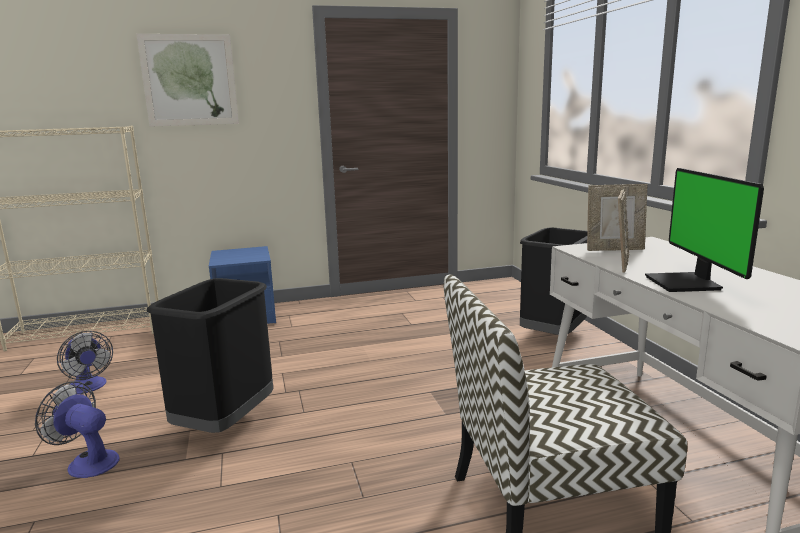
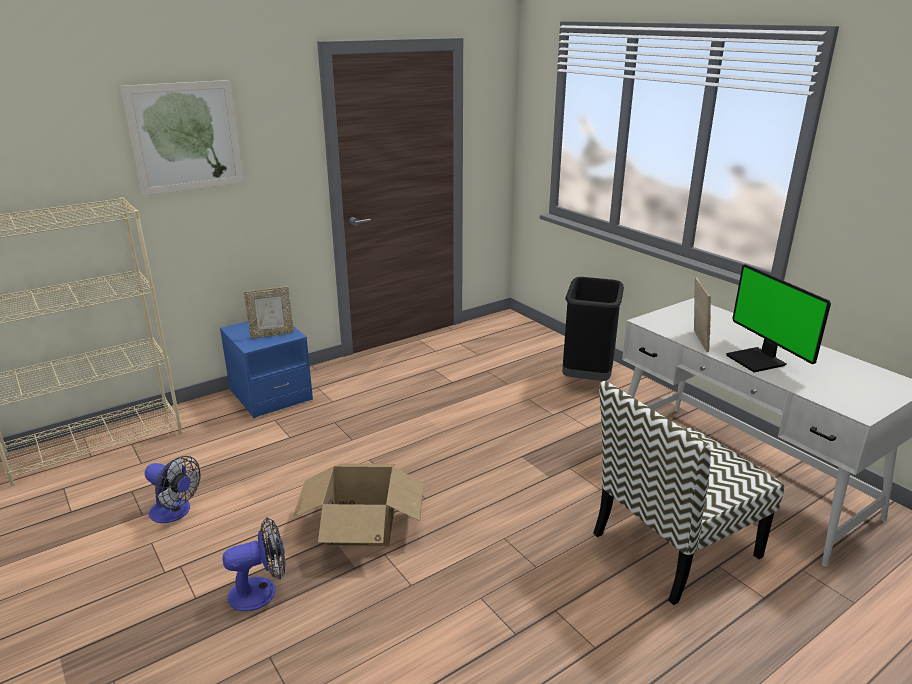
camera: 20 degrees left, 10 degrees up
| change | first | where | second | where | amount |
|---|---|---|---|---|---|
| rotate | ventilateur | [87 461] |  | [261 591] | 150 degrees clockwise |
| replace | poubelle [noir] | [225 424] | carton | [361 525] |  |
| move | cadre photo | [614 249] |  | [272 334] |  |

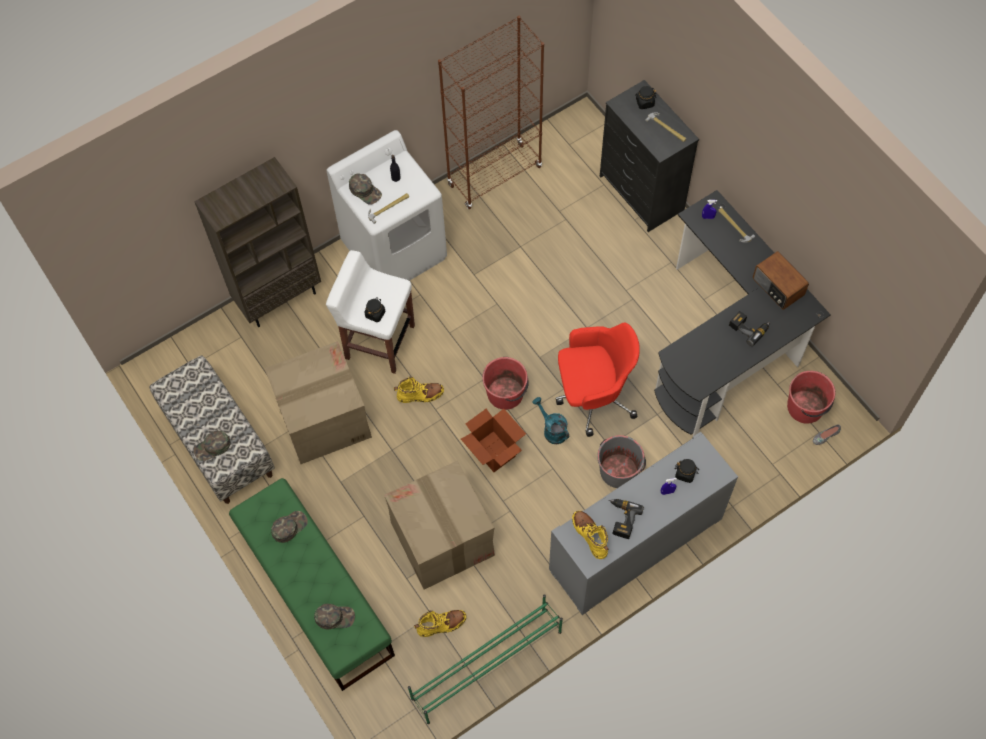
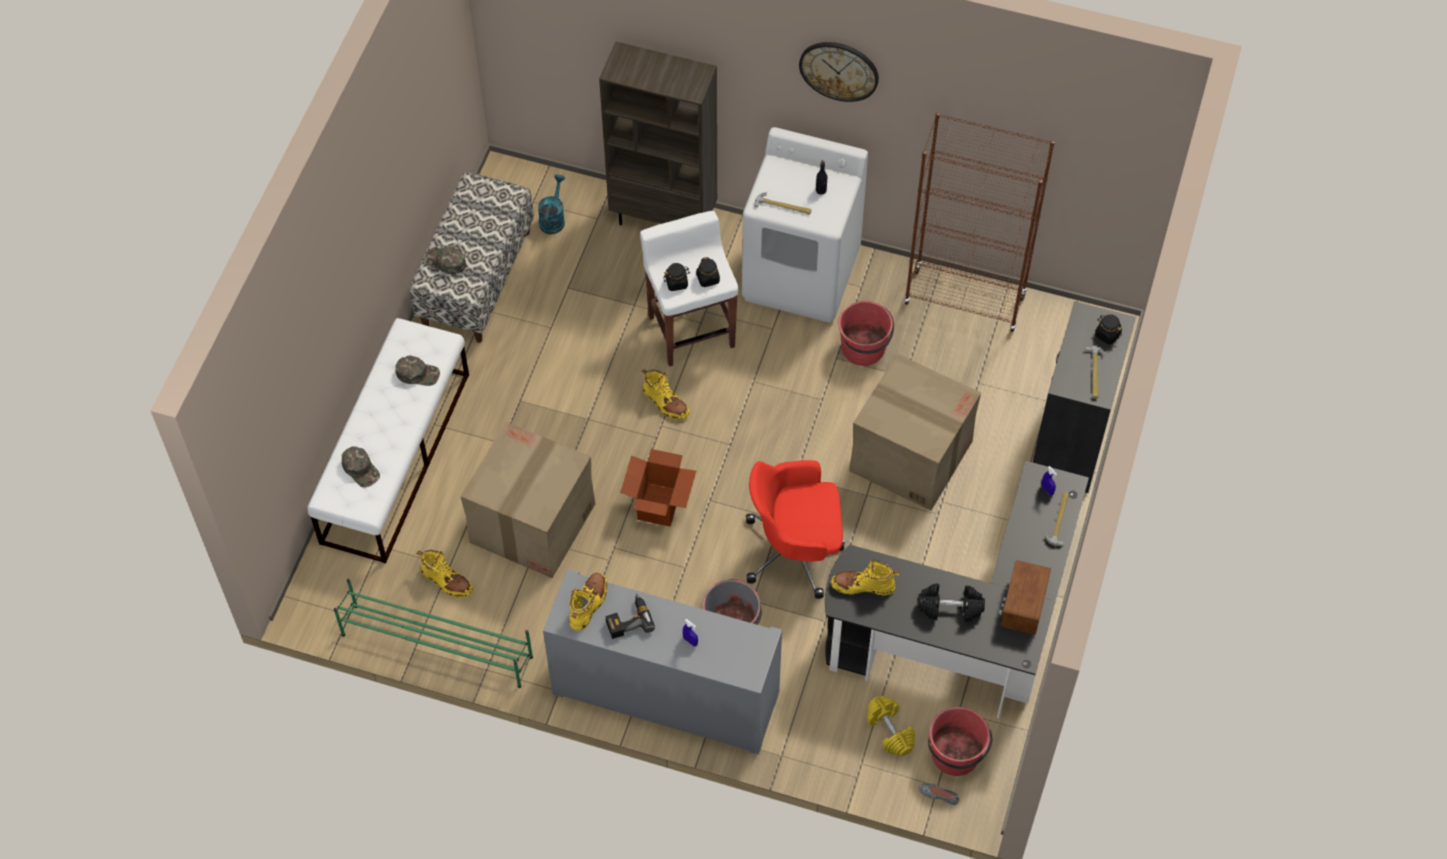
camera: 50 degrees right, 5 degrees down
| change | first | where | second | where | amount |
|---|---|---|---|---|---|
| recolor | banc [vert] | [315 592] | banc [blanc] | [396 457] |  |
| move | carton | [323 419] |  | [910 455] |  |
| delete | casquette [vert] | [365 191] |  |  |  |
| move | seau [rouge] | [506 393] |  | [864 348] |  |
| move | arrosoir [turquoise] | [552 430] |  | [553 218] |  |
| rotate | chaise de bureau [rouge] | [593 395] |  | [795 550] | 135 degrees clockwise |
| move | bocal [noir] | [685 473] |  | [708 279] |  |
| replace | perceuse | [749 328] | haltère [noir] | [950 608] |  |
| insert |  |  | horloge murale | [839 70] |  |
| insert |  |  | botte [jaune] | [863 586] |  |
| insert |  |  | haltère [jaune] | [889 731] |  |

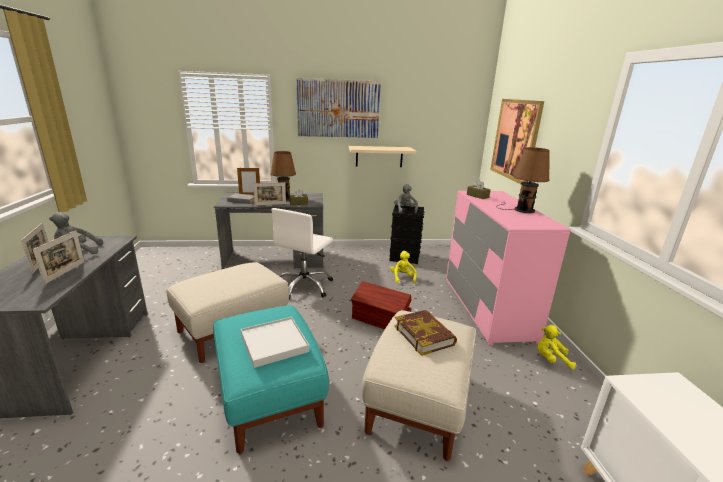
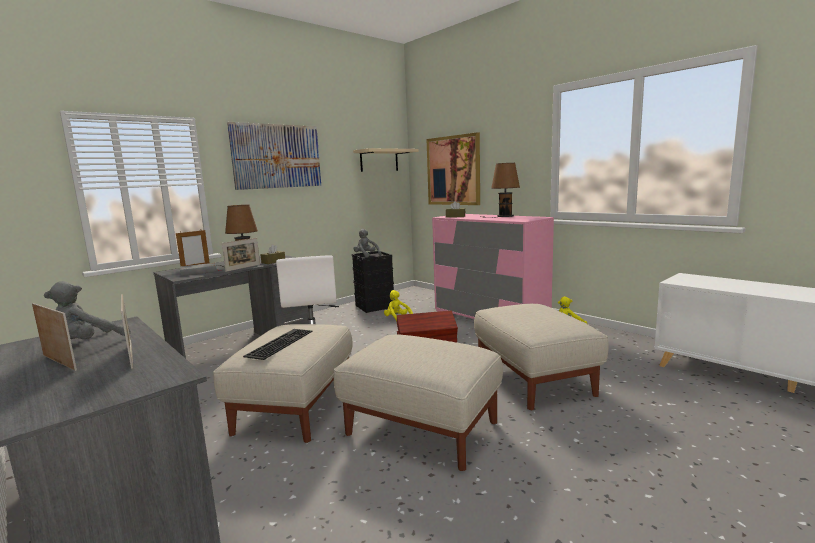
camera: 35 degrees left, 10 degrees down
| change | first | where | second | where | amount |
|---|---|---|---|---|---|
| recolor | pouf [turquoise] | [270 395] | pouf [beige] | [421 427] |  |
| delete | plateau [blanc] | [274 343] |  |  |  |
| move | étagère [beige] | [379 156] |  | [379 160] |  |
| delete | livre | [424 335] |  |  |  |
| insert |  |  | clavier | [279 343] |  |

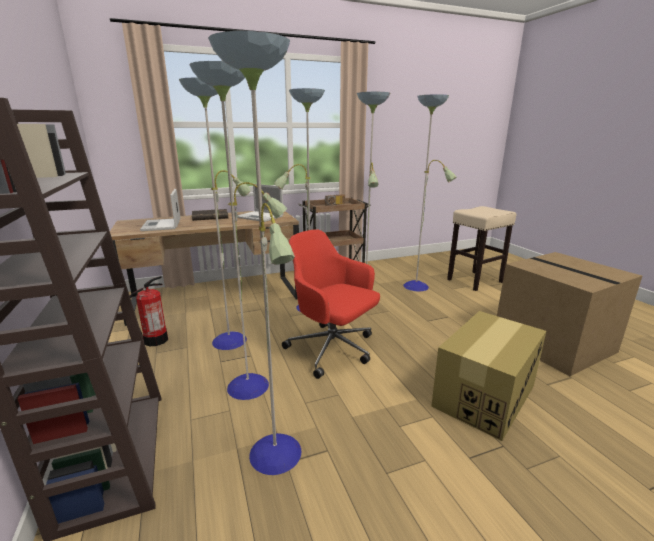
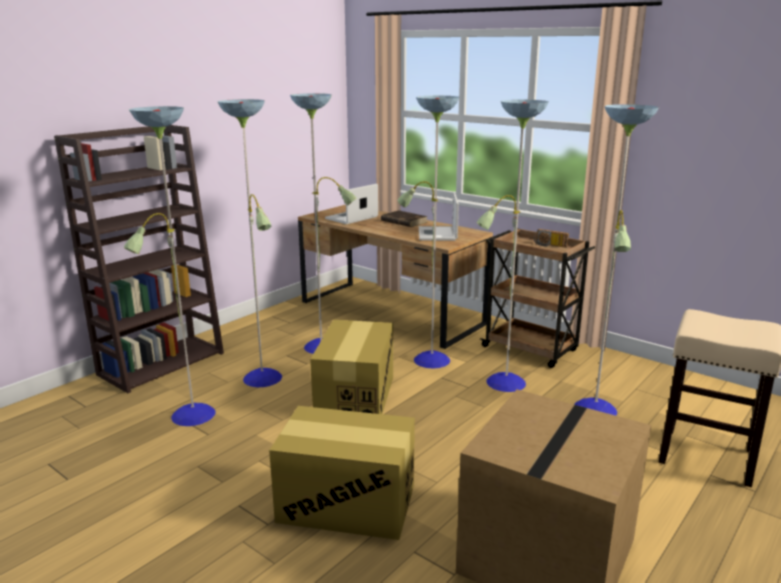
camera: 60 degrees right, 0 degrees up
| change | first | where | second | where | amount |
|---|---|---|---|---|---|
| delete | extincteur | [155 340] |  |  |  |
| replace | chaise de bureau [rouge] | [333 349] | carton | [355 396] |  |

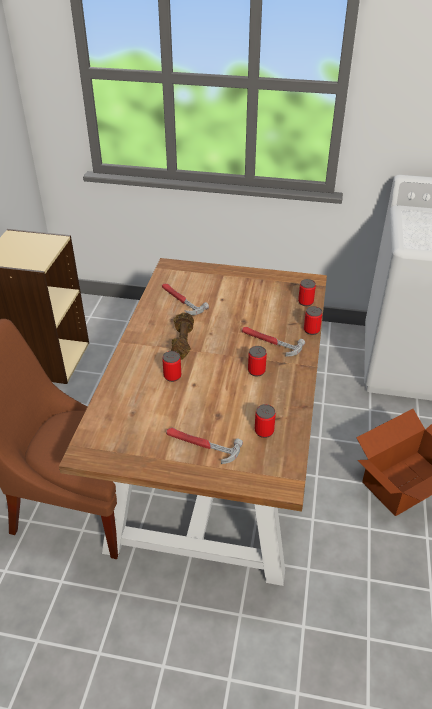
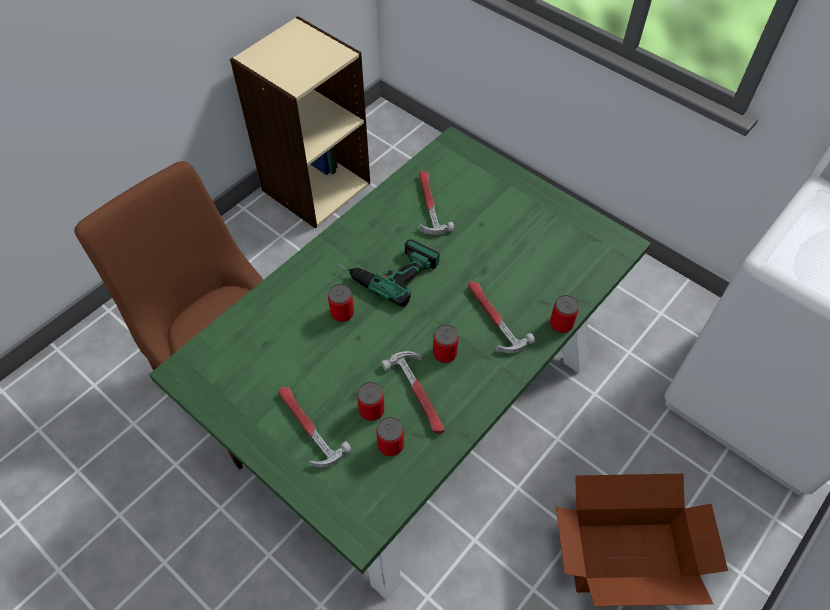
camera: 30 degrees right, 15 degrees up
| change | first | where | second | where | amount |
|---|---|---|---|---|---|
| recolor | table à manger [marron] | [217 461] | table à manger [vert] | [415 408] |  |
| replace | haltère [marron] | [182 342] | perceuse | [387 269] |  |
| move | boîte métallique | [305 302] |  | [371 410] |  |
| insert |  |  | marteau | [419 394] |  |

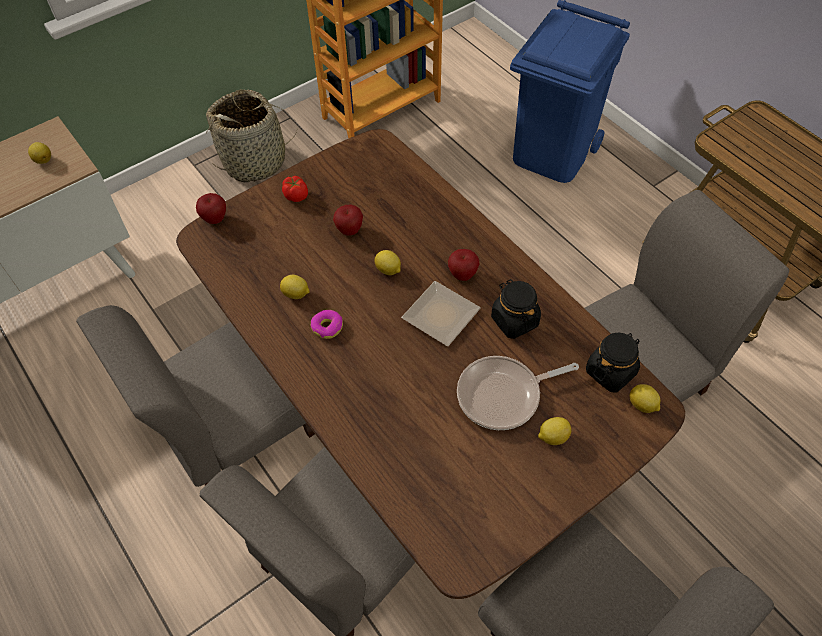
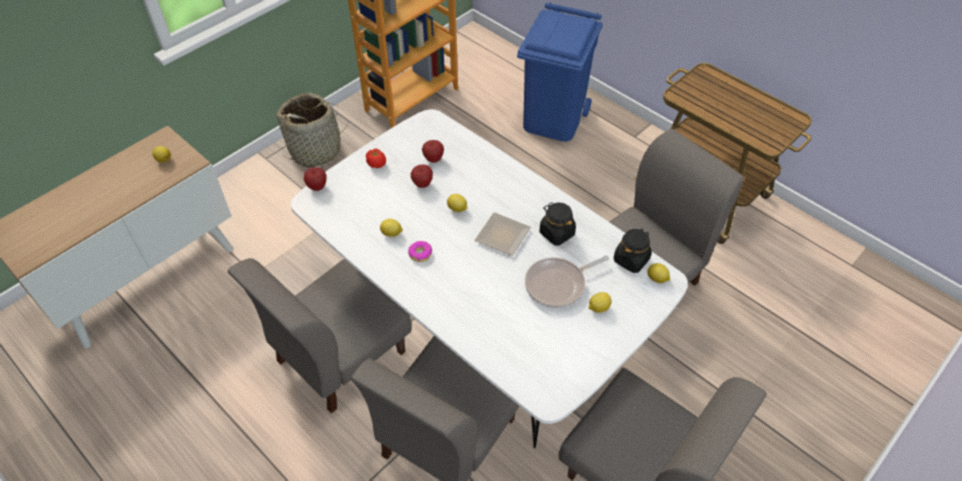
camera: 10 degrees left, 5 degrees down
| change | first | where | second | where | amount |
|---|---|---|---|---|---|
| recolor | table à manger [marron] | [414 423] | table à manger [blanc] | [482 334] |  |
| move | pomme | [462 275] |  | [433 159] |  |

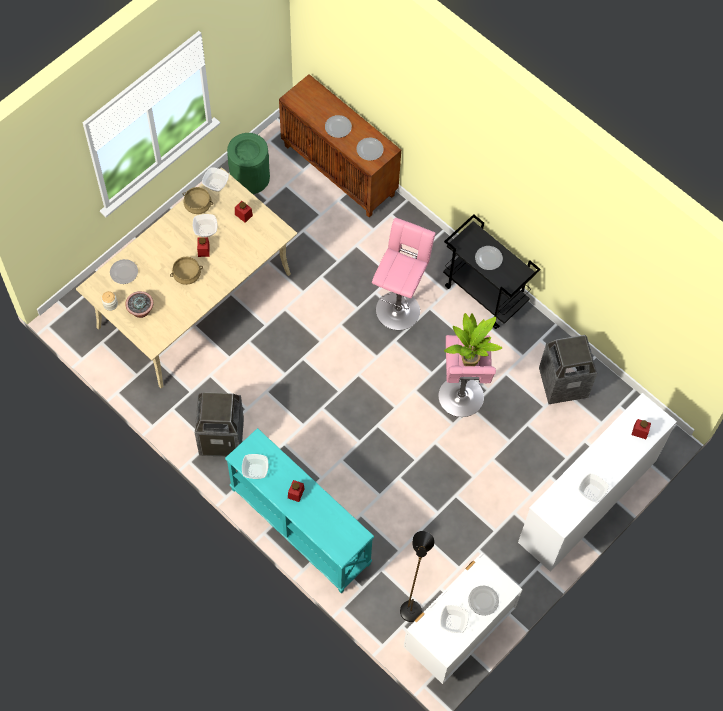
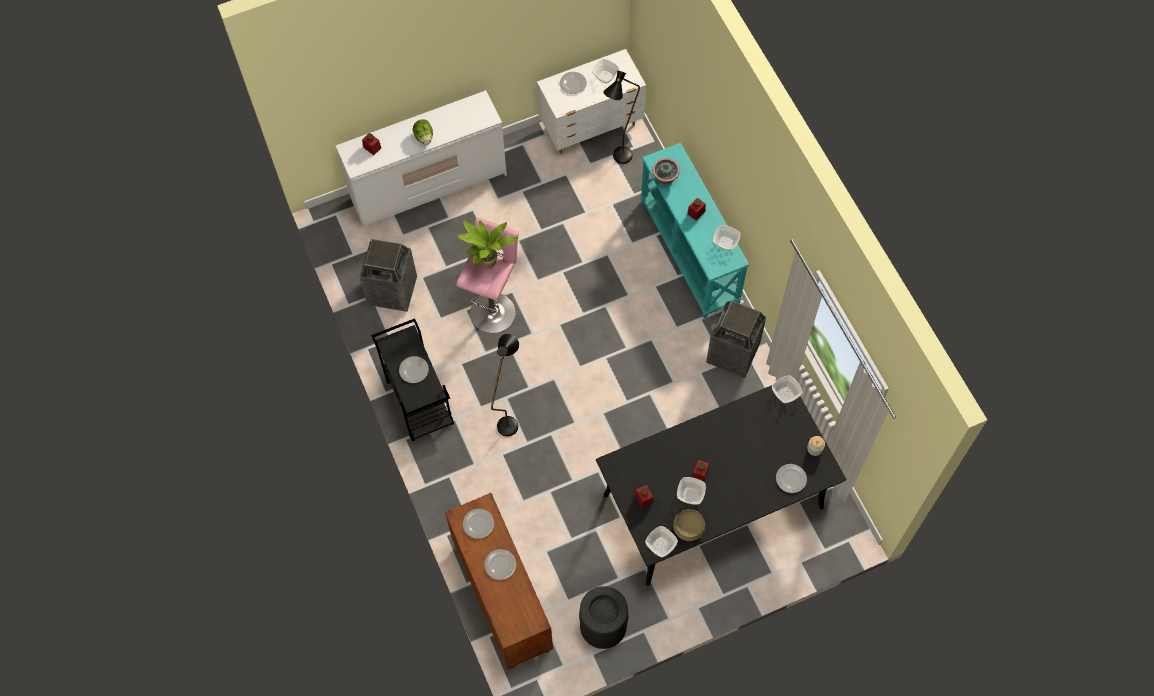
camera: 155 degrees left, 0 degrees up
| change | first | where | second | where | amount |
|---|---|---|---|---|---|
| recolor | table à manger [beige] | [194 301] | table à manger [noir] | [713 500] |  |
| move | plante en pot | [141 311] |  | [665 178] |  |
| delete | marmite [beige] | [187 275] |  |  |  |
| recolor | poubelle [vert] | [250 177] | poubelle [noir] | [603 626] |  |
| replace | tabouret [rose] | [399 307] | lampadaire [noir] | [510 419] |  |
| move | bol | [592 492] |  | [784 394] |  |
| insert |  |  | laitue | [424 137] |  |

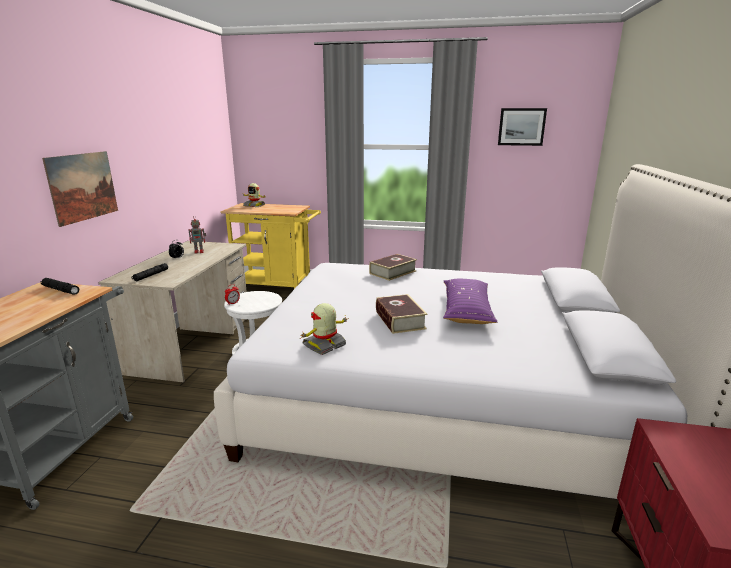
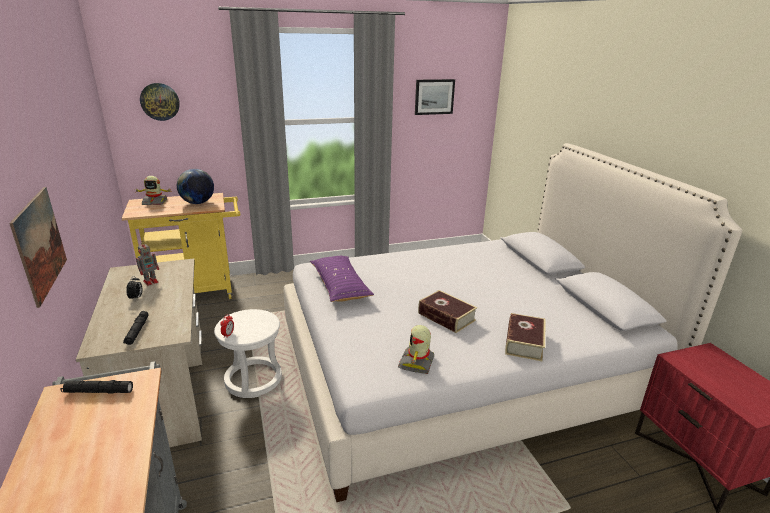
camera: 30 degrees left, 5 degrees up
| change | first | where | second | where | amount |
|---|---|---|---|---|---|
| move | livre | [392 272] |  | [524 342] |  |
| move | coussin [violet] | [466 310] |  | [340 286] |  |
| insert |  |  | horloge murale | [160 101] |  |
| insert |  |  | globe | [198 203] |  |

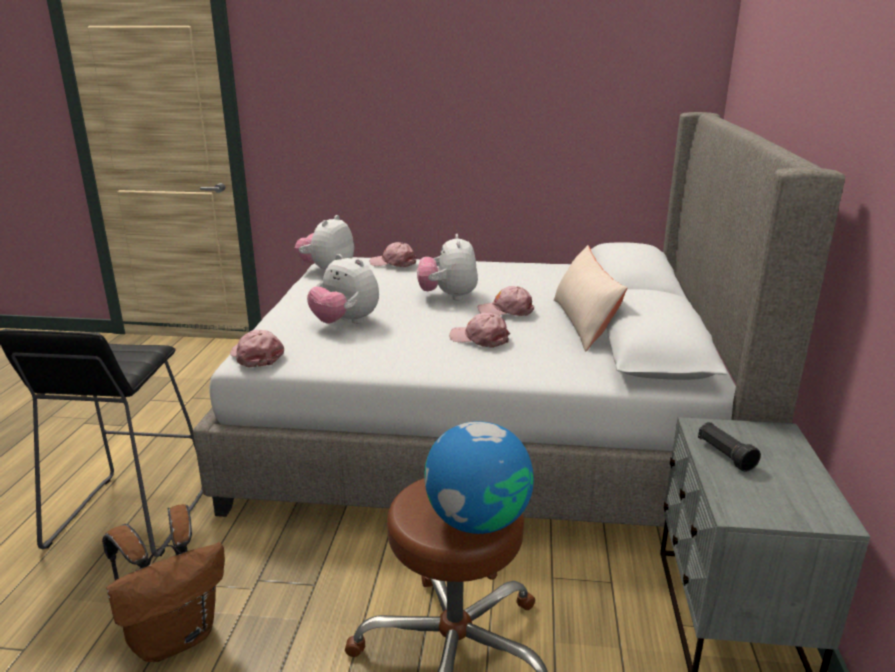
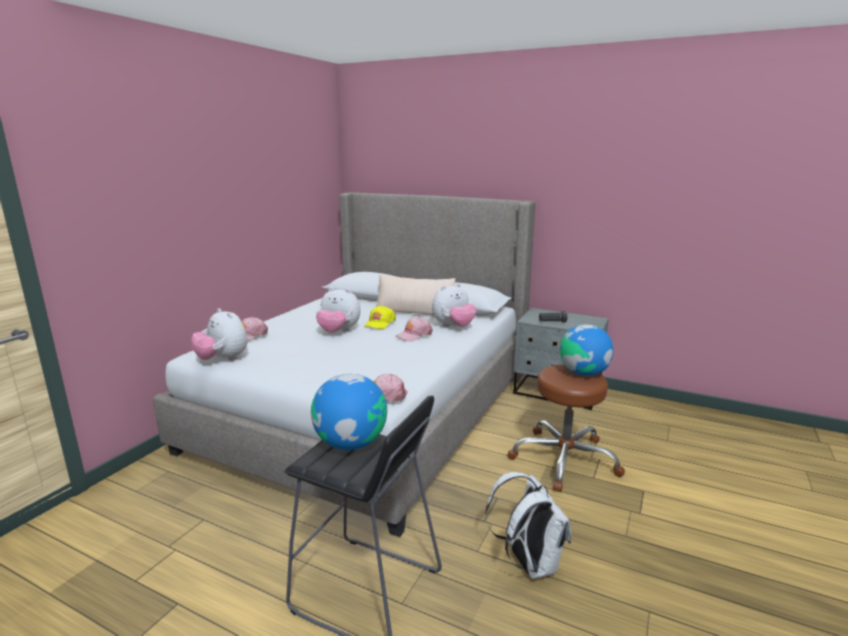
camera: 70 degrees left, 5 degrees down
| change | first | where | second | where | amount |
|---|---|---|---|---|---|
| recolor | sac à dos [marron] | [175 636] | sac à dos [blanc] | [528 563] |  |
| move | peluche | [345 323] |  | [453 327] |  |
| recolor | casquette [rose] | [506 311] | casquette [jaune] | [379 323] |  |
| insert |  |  | globe | [351 443] |  |

